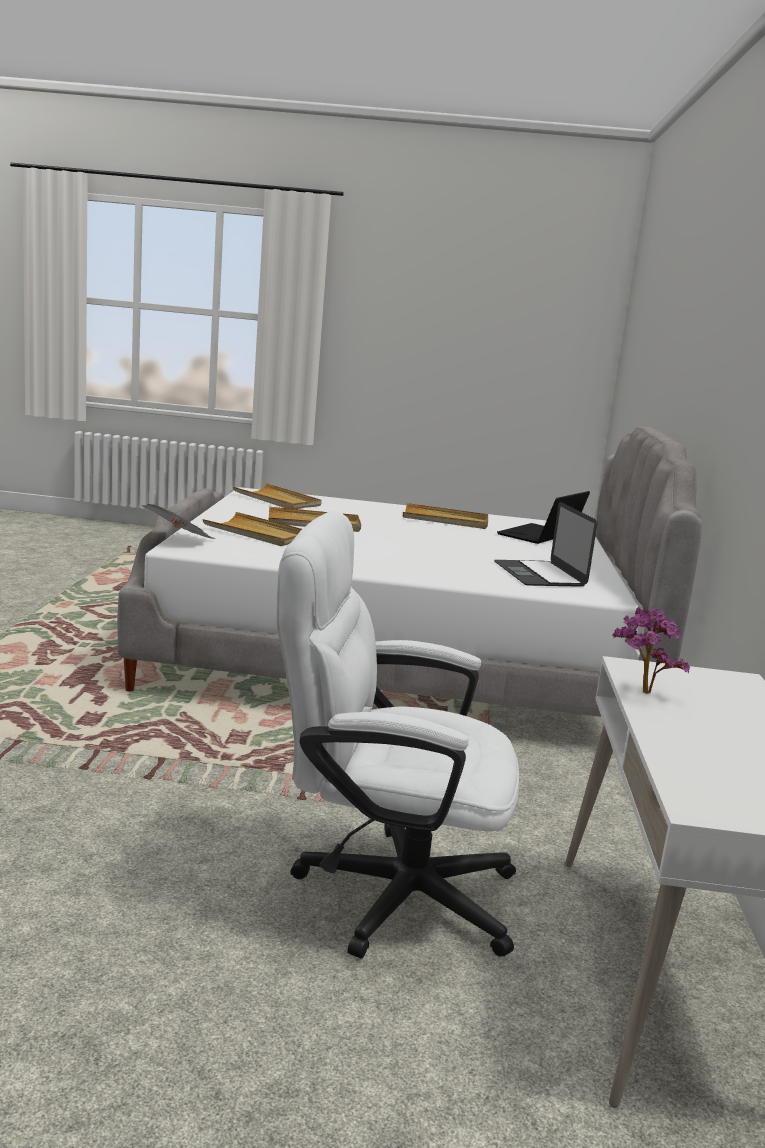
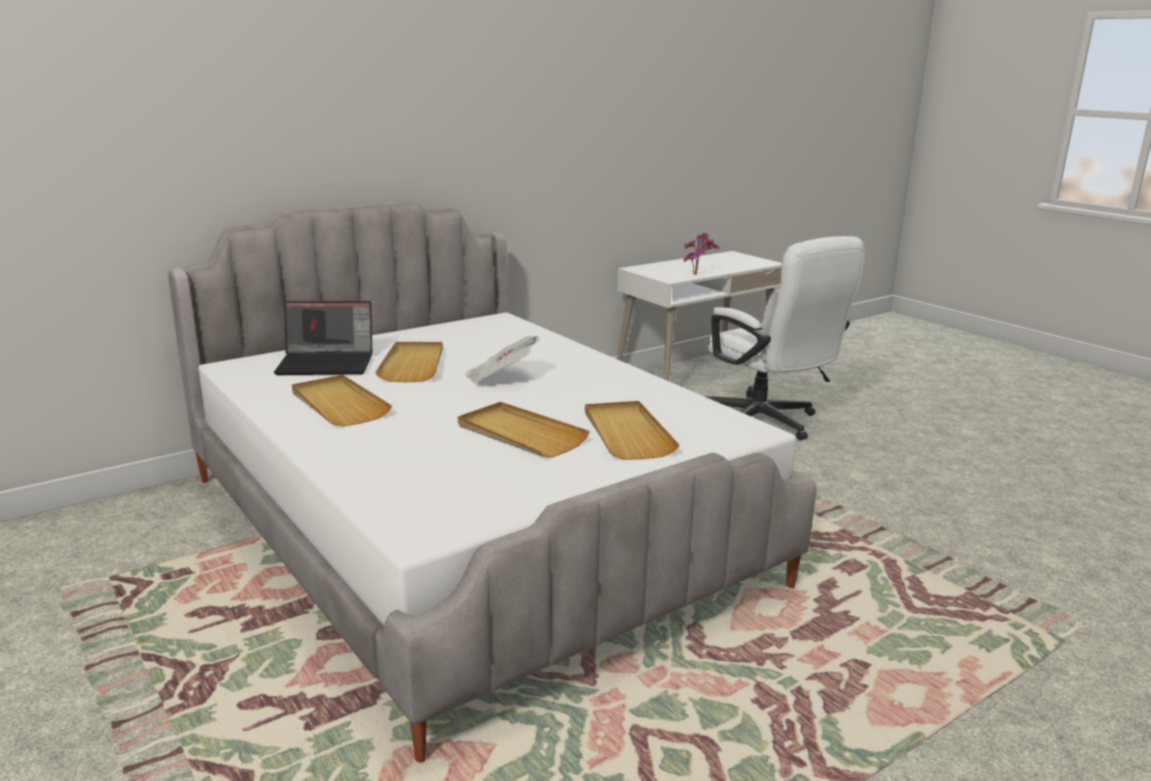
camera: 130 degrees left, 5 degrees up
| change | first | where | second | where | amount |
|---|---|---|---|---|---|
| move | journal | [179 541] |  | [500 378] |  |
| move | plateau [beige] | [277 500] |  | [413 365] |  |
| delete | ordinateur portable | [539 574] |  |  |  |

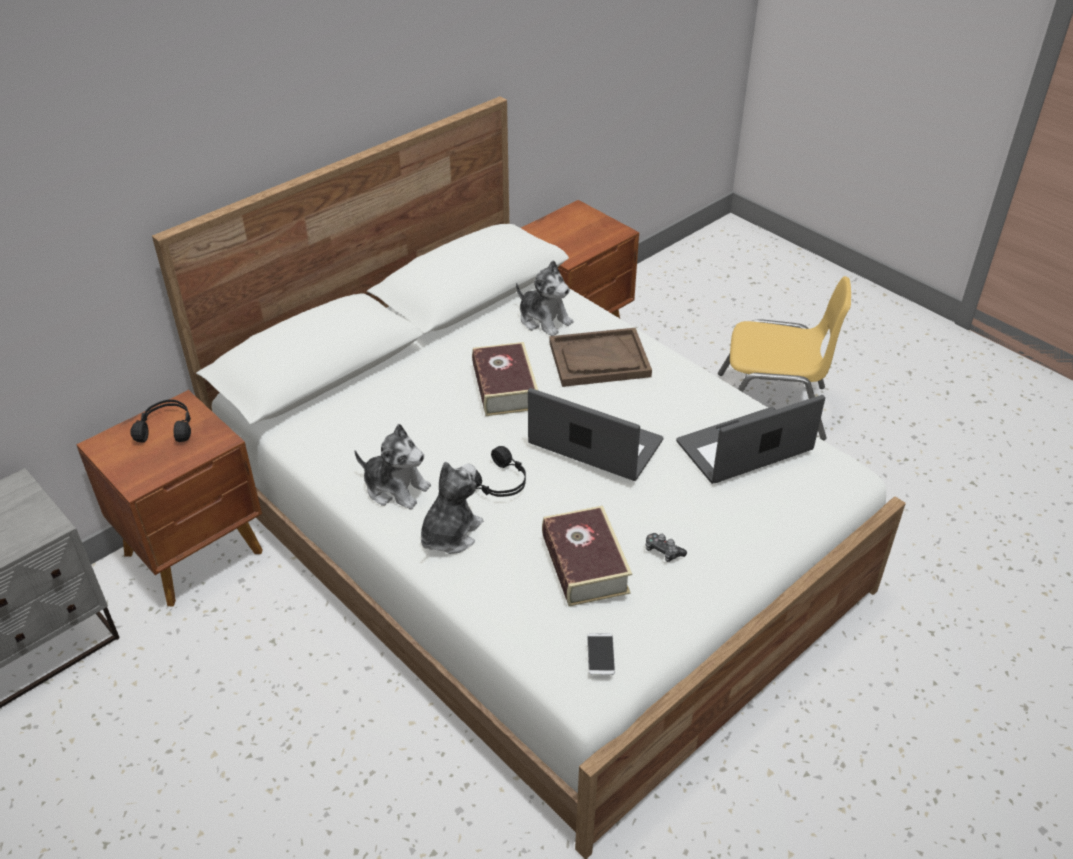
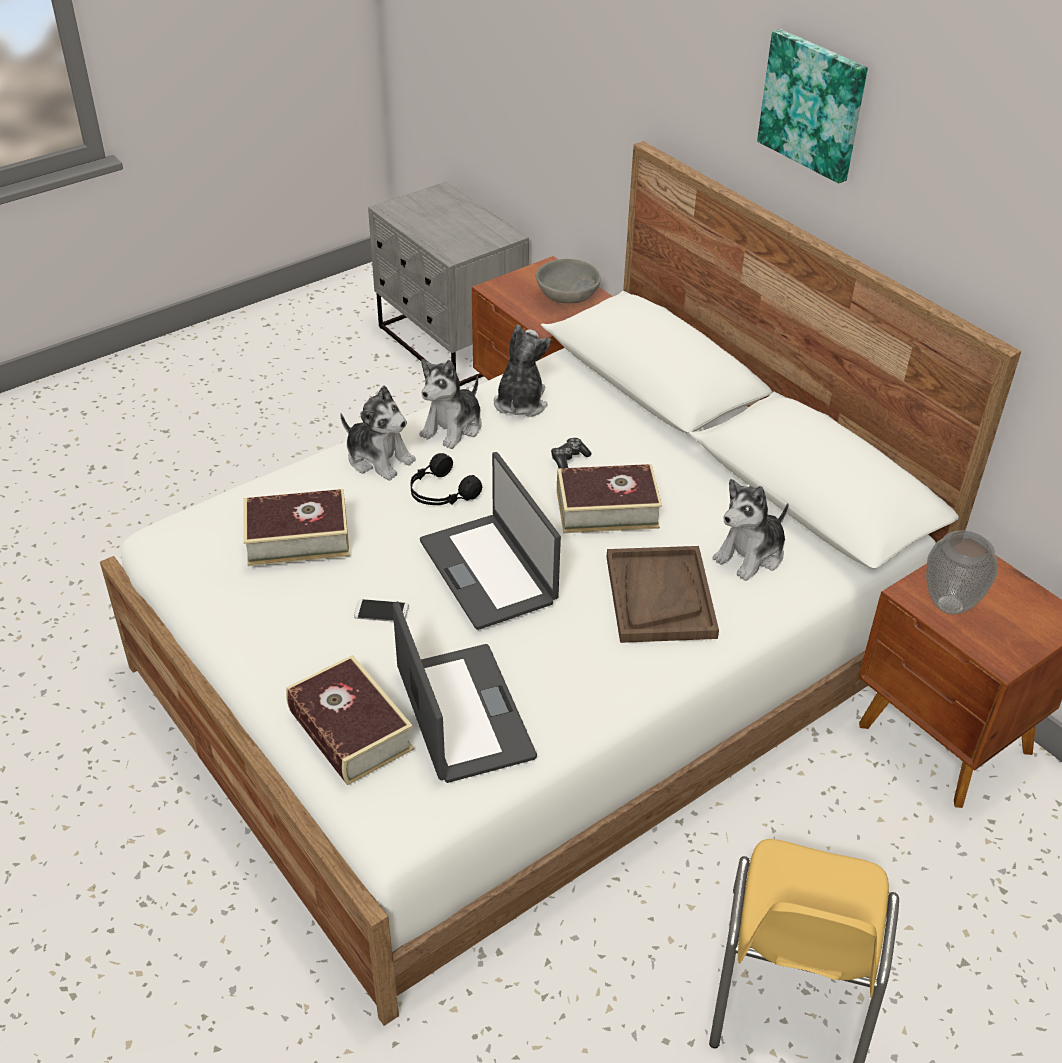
camera: 95 degrees right, 0 degrees up
| change | first | where | second | where | amount |
|---|---|---|---|---|---|
| replace | casque audio [noir] | [167 428] | bol [gris] | [568 297] |  |
| rotate | ordinateur portable | [594 444] |  | [489 571] | 120 degrees clockwise |
| move | téléphone | [600 654] |  | [381 611] |  |
| move | manette | [663 551] |  | [569 459] |  |
| insert |  |  | livre | [350 730] |  |
| insert |  |  | peluche | [520 403] |  |
| insert |  |  | tableau | [814 104] |  |
| insert |  |  | vase | [948 604] |  |

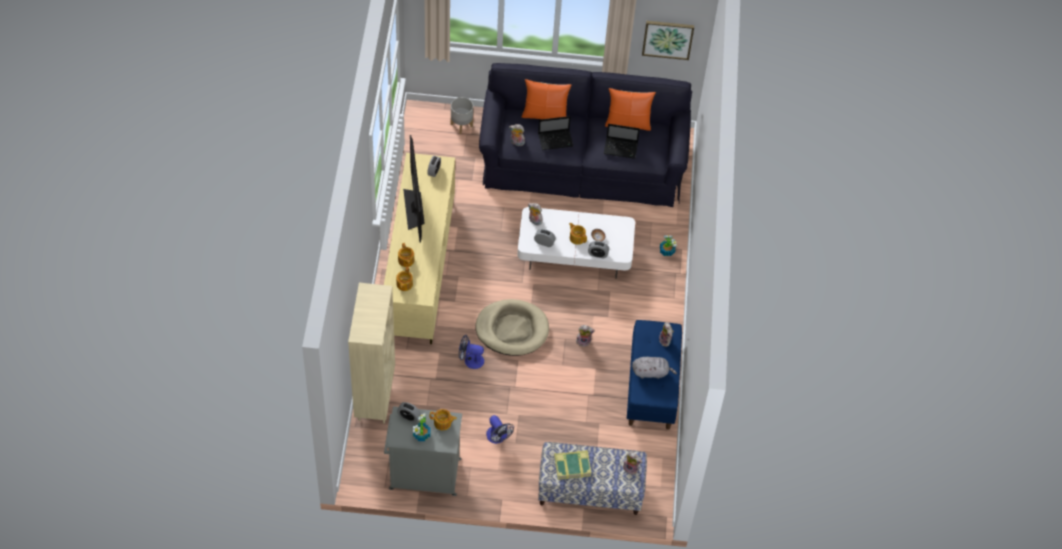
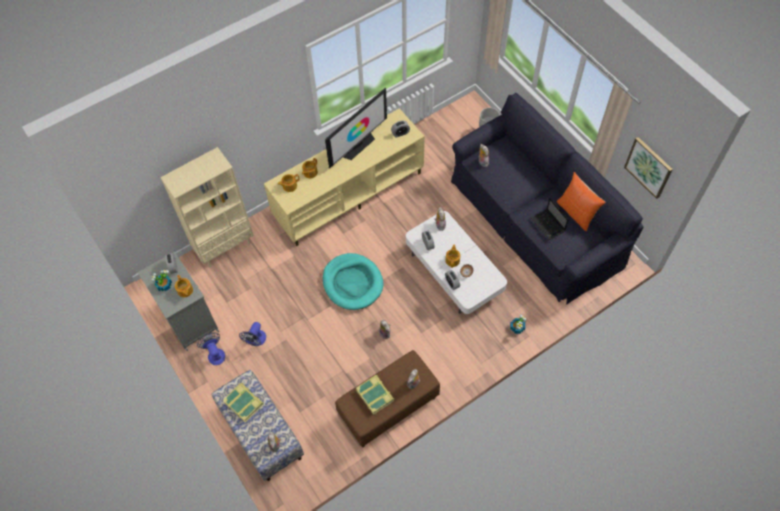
camera: 55 degrees right, 5 degrees up
| change | first | where | second | where | amount |
|---|---|---|---|---|---|
| move | ventilateur | [470 360] |  | [215 354] |  |
| recolor | panier pour chien [beige] | [512 329] | panier pour chien [turquoise] | [352 283] |  |
| delete | coussin [orange] | [545 115] |  |  |  |
| delete | ordinateur portable | [556 140] |  |  |  |
| recolor | banc [bleu] | [652 387] | banc [marron] | [388 407] |  |
| replace | peluche [gris] | [651 372] | livre | [375 395] |  |

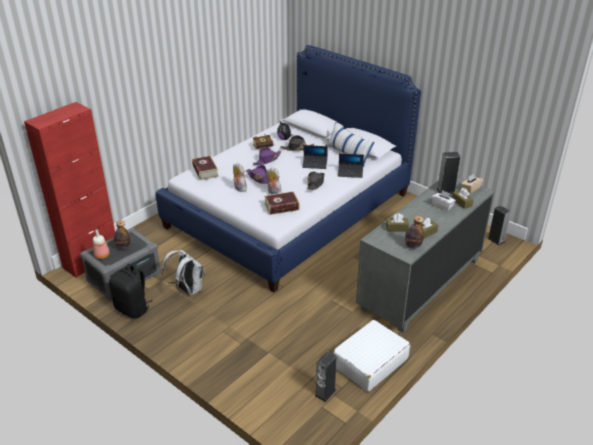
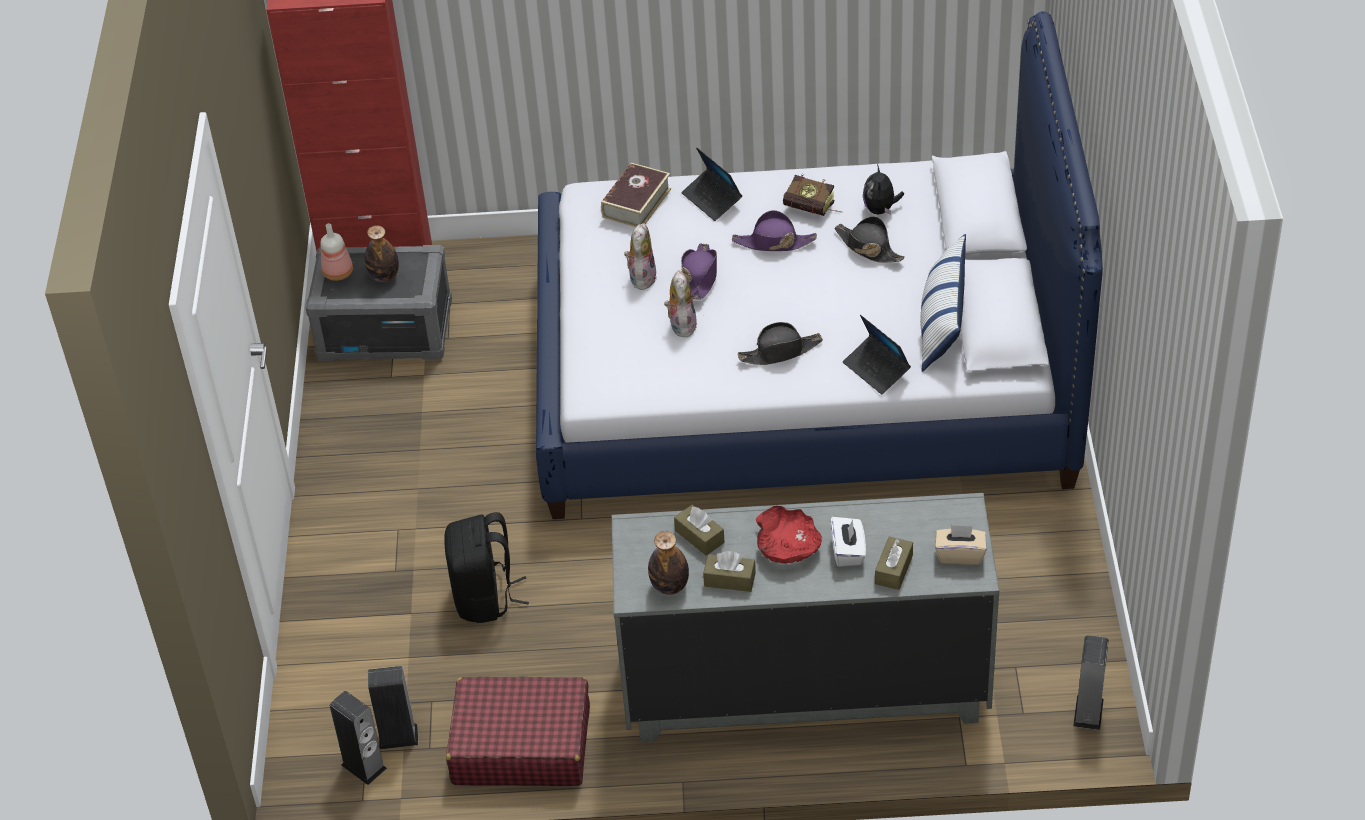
camera: 50 degrees right, 10 degrees up
| change | first | where | second | where | amount |
|---|---|---|---|---|---|
| move | sac à dos [noir] | [133 309] |  | [485 598] |  |
| delete | sac à dos [blanc] | [187 290] |  |  |  |
| delete | livre | [281 206] |  |  |  |
| move | ordinateur portable | [315 164] |  | [712 199] |  |
| recolor | valise [blanc] | [369 362] | valise [rouge] | [520 745] |  |
| move | enceinte | [445 190] |  | [364 766] |  |
| insert |  |  | bol [rouge] | [787 545] |  |

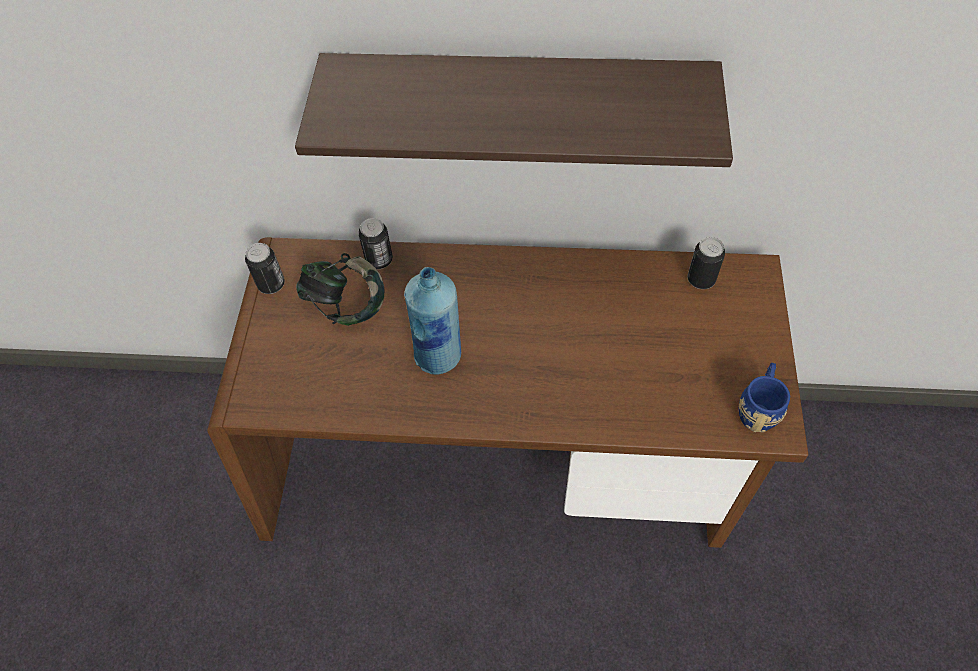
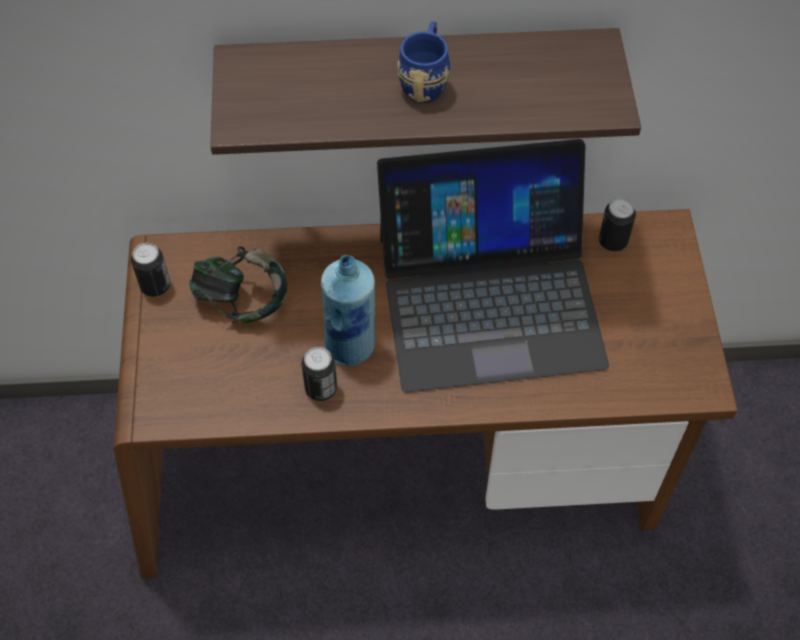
camera: 10 degrees left, 0 degrees up
| change | first | where | second | where | amount |
|---|---|---|---|---|---|
| move | boîte métallique | [379 260] |  | [321 389] |  |
| move | mug [bleu] | [758 408] |  | [425 80] |  |
| insert |  |  | ordinateur portable | [489 298] |  |

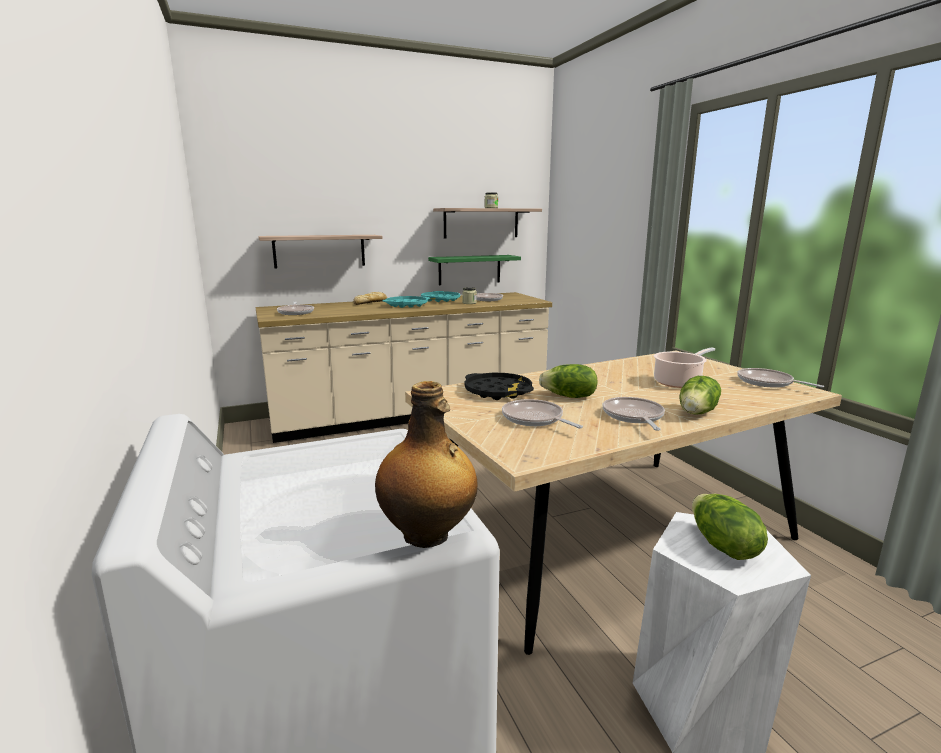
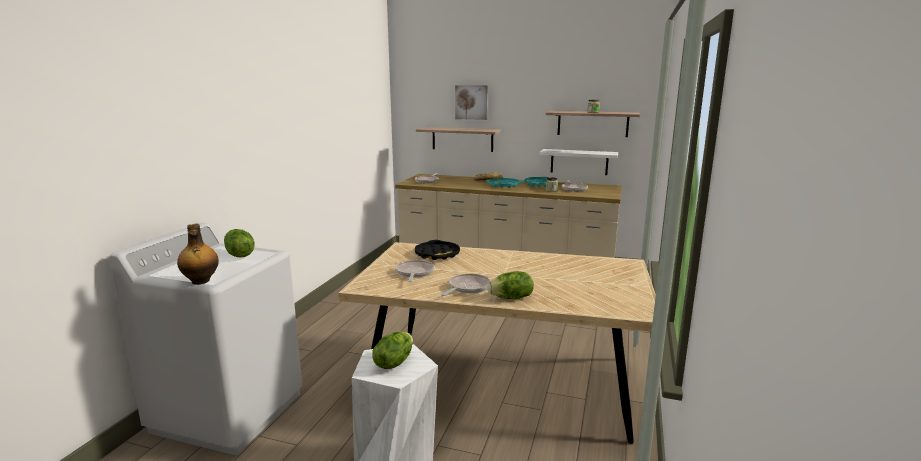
camera: 40 degrees right, 0 degrees up
| change | first | where | second | where | amount |
|---|---|---|---|---|---|
| recolor | étagère [vert] | [469 269] | étagère [blanc] | [579 162] |  |
| move | laitue | [569 396] |  | [239 255] |  |
| delete | marmite | [679 382] |  |  |  |
| delete | poêle | [767 383] |  |  |  |
| insert |  |  | tableau | [471 102] |  |

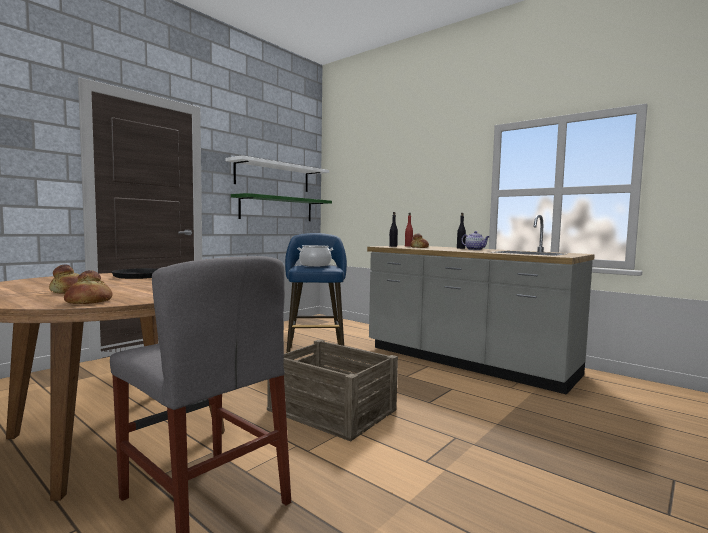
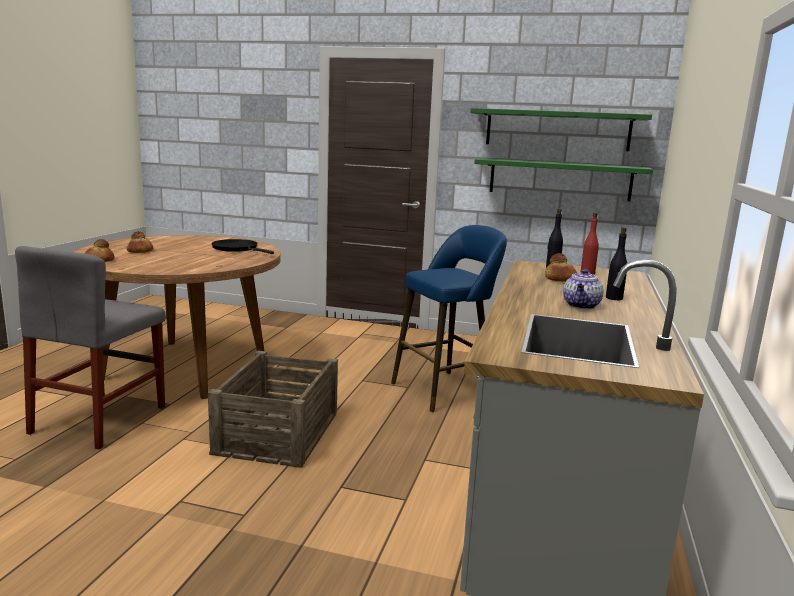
camera: 65 degrees right, 10 degrees up
| change | first | where | second | where | amount |
|---|---|---|---|---|---|
| recolor | étagère [blanc] | [273 176] | étagère [vert] | [557 130] |  |
| delete | marmite | [315 265] |  |  |  |

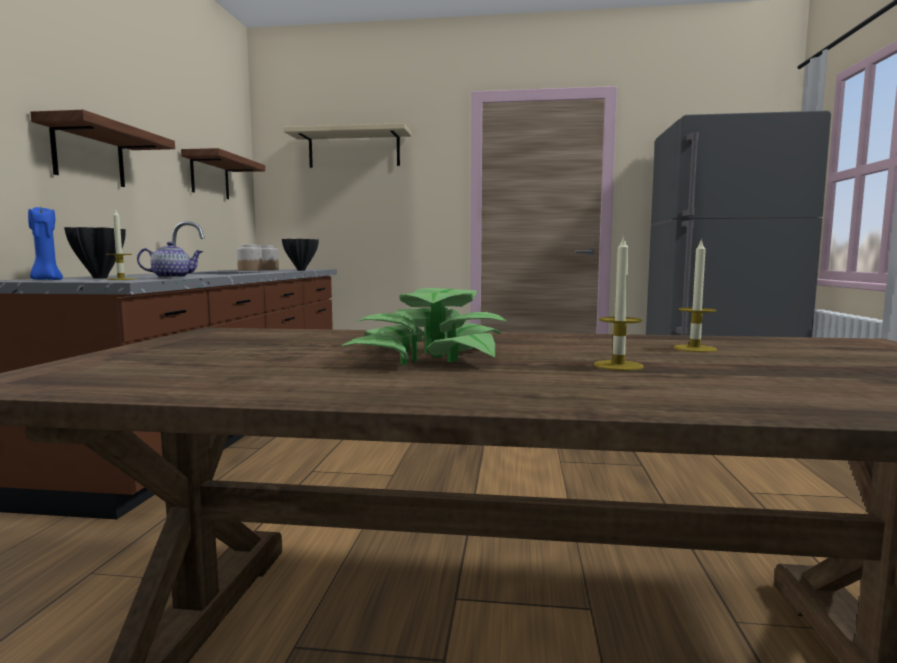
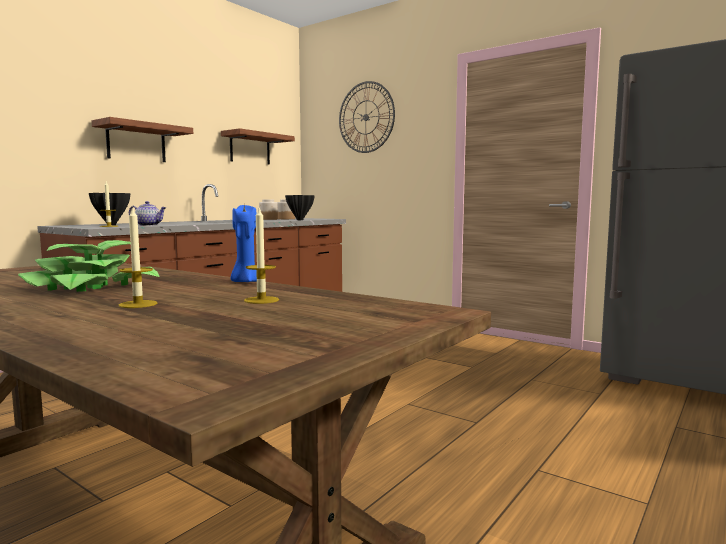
camera: 30 degrees right, 0 degrees up
| change | first | where | second | where | amount |
|---|---|---|---|---|---|
| move | bougie [bleu] | [46 280] |  | [245 282] |  |
| replace | étagère [beige] | [354 150] | horloge murale | [366 117] |  |

